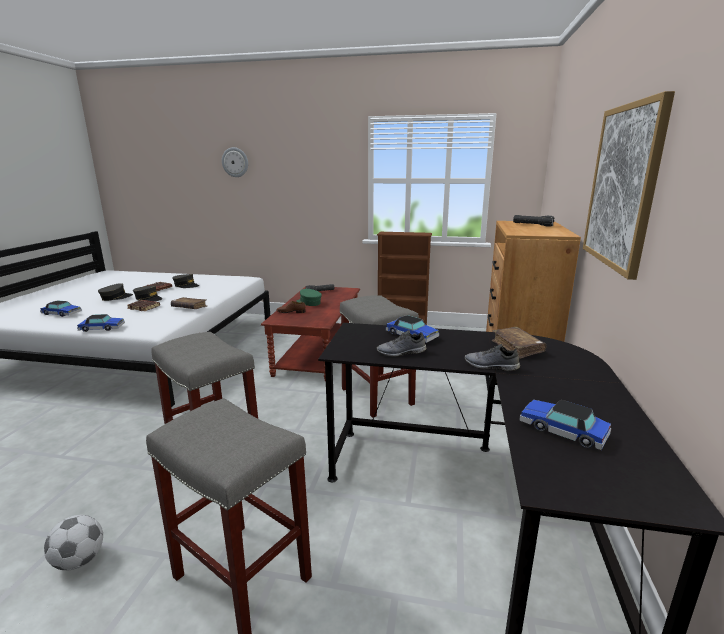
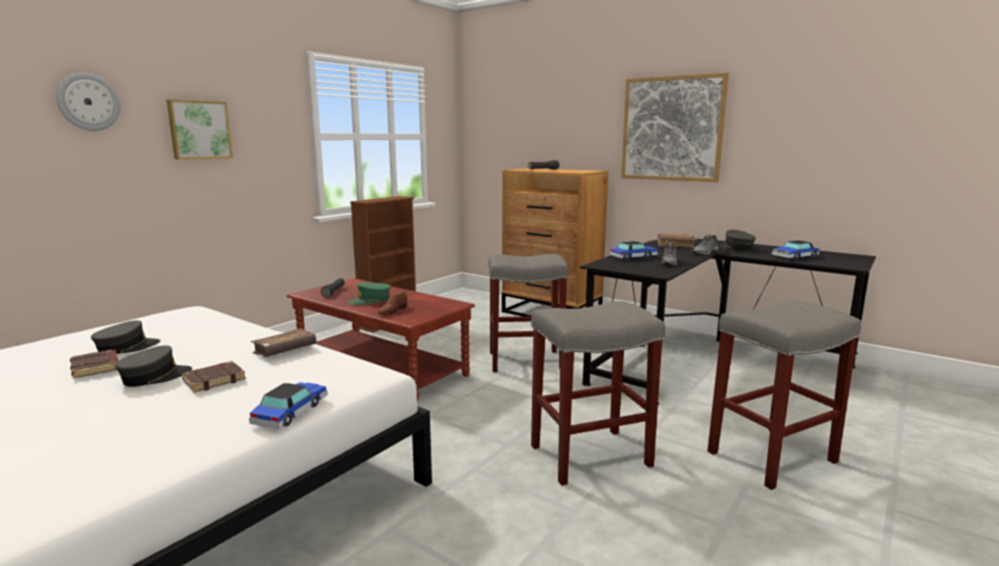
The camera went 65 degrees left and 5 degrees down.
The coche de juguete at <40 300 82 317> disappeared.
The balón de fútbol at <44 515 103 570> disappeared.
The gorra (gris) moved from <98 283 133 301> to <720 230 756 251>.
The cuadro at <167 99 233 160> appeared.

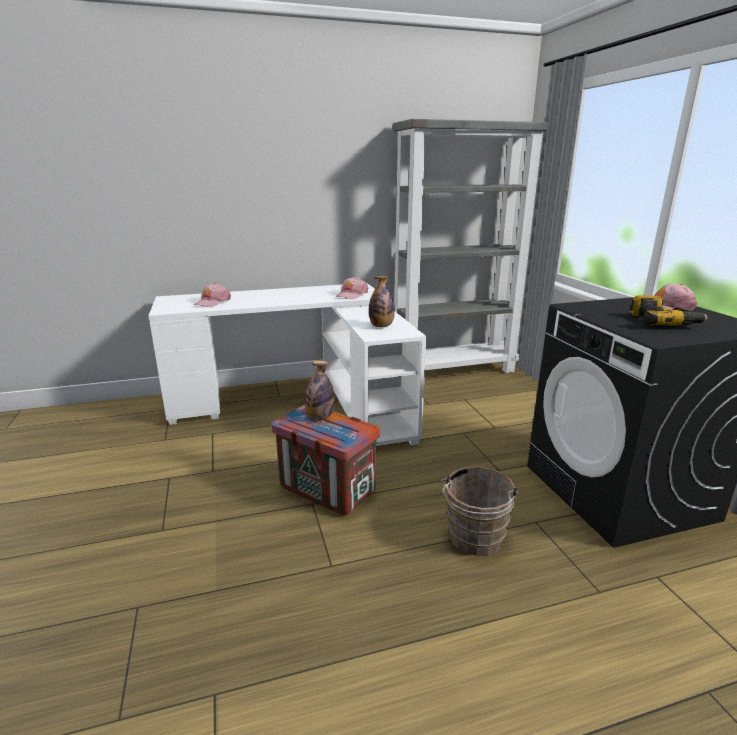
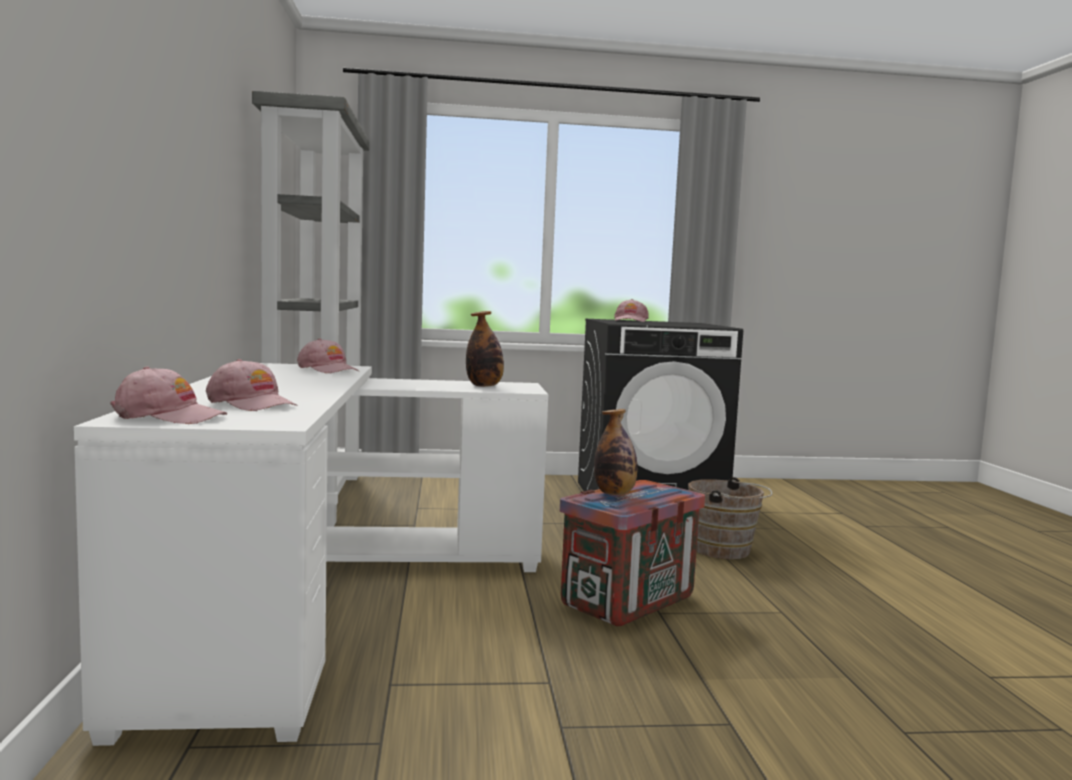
The camera went 80 degrees left and 15 degrees down.
The taladro at <630 296 708 326> disappeared.
The gorra (rosa) at <110 366 227 424> appeared.

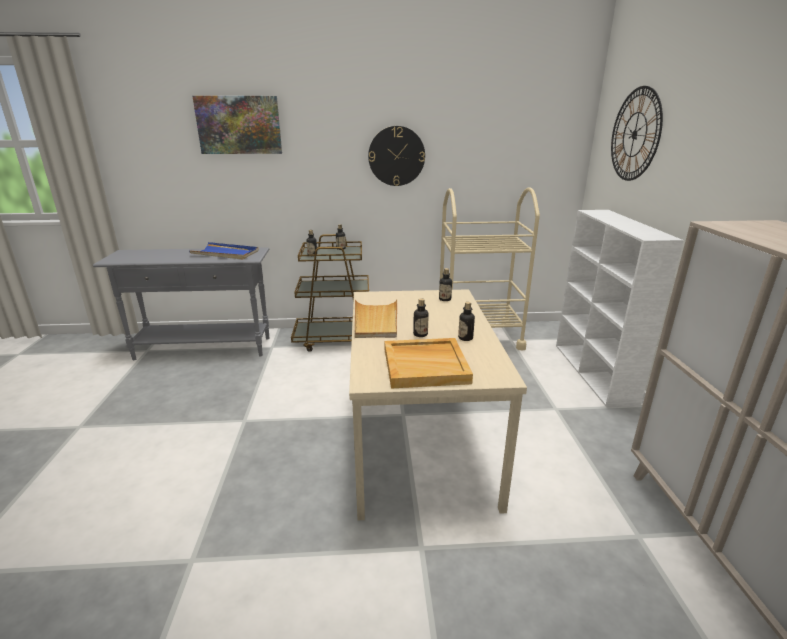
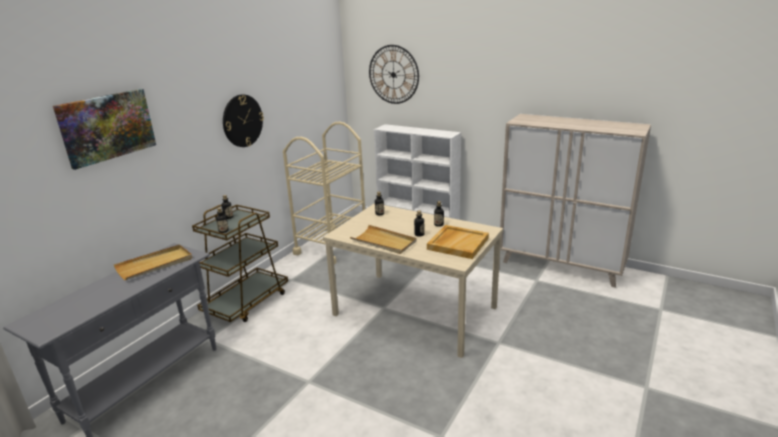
The camera went 55 degrees left and 0 degrees up.
The bandeja (azul) at <189 242 259 260> became the bandeja (beis) at <114 244 192 280>.

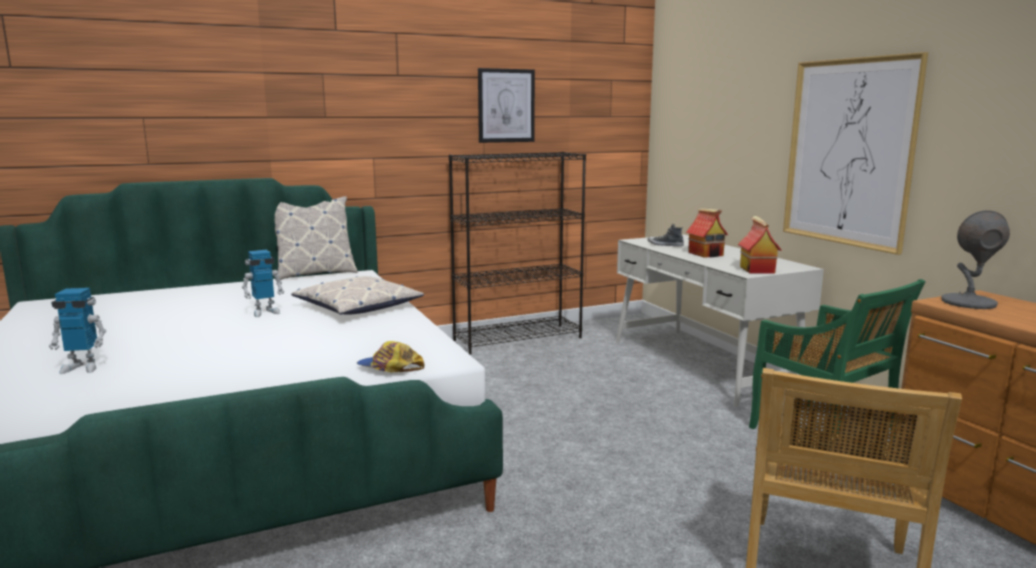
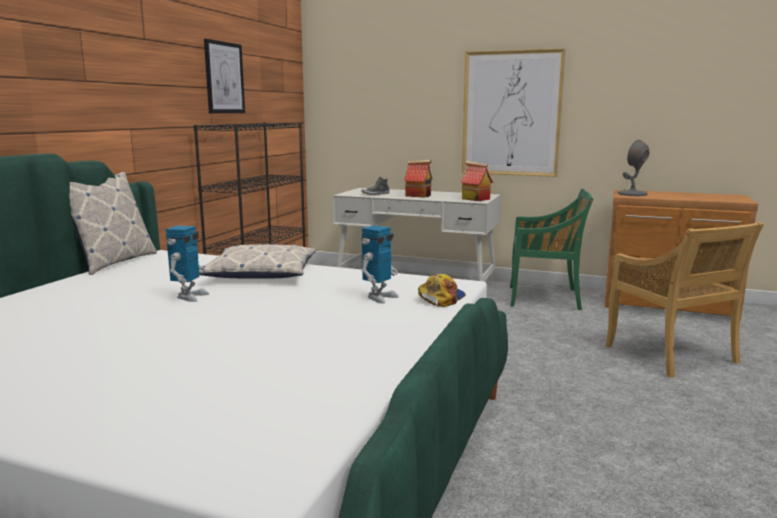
The camera went 45 degrees left and 0 degrees up.
The robot de juguete moved from <49 288 106 374> to <361 225 399 304>.
The gorra at <357 341 424 373> turned 135 degrees clockwise.

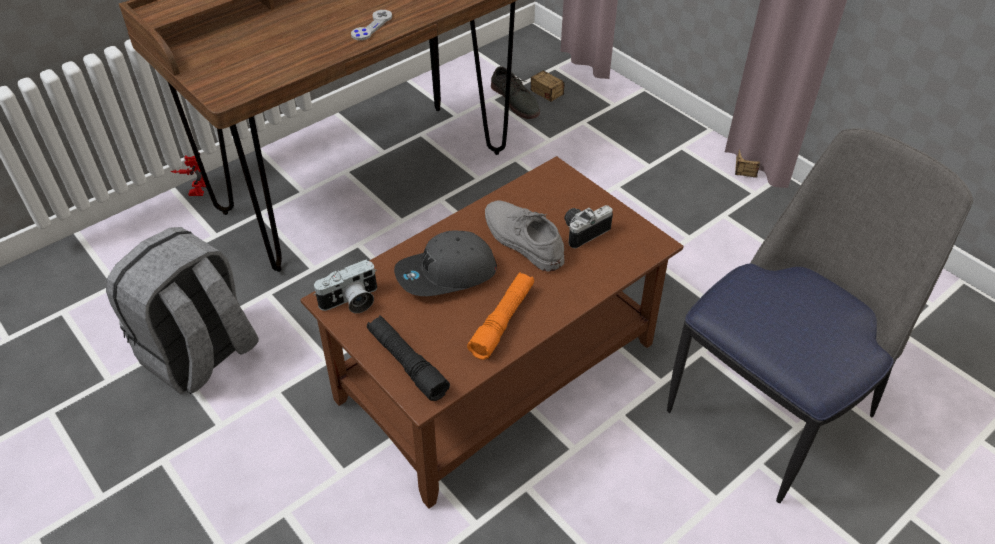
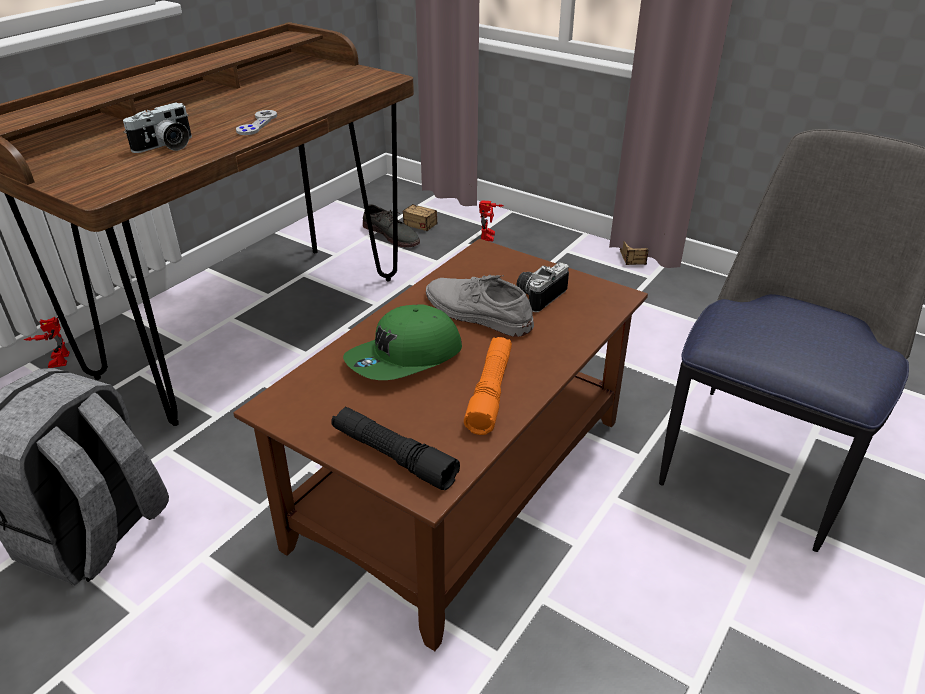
The camera went 15 degrees left and 10 degrees down.
The cámara moved from <314 260 377 313> to <123 102 192 153>.
The gorra (gris) at <394 231 497 296> became the gorra (verde) at <343 304 462 380>.
The robot de juguete at <479 200 504 241> appeared.

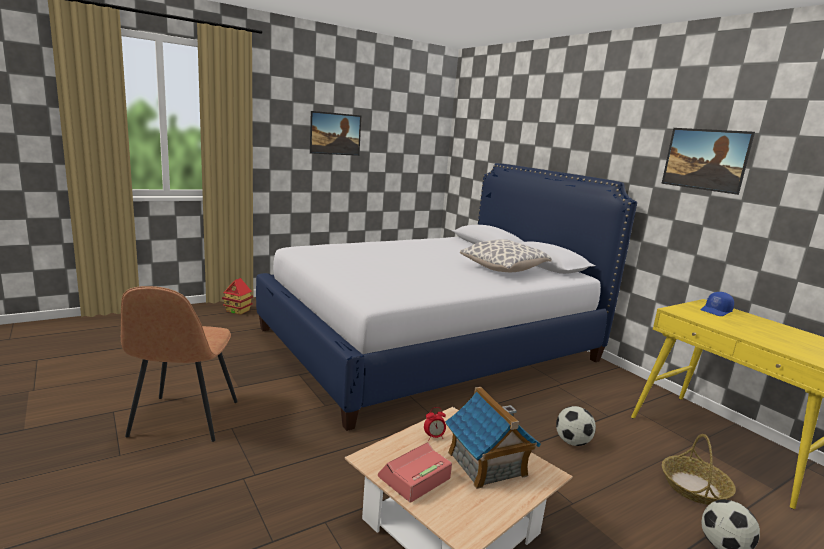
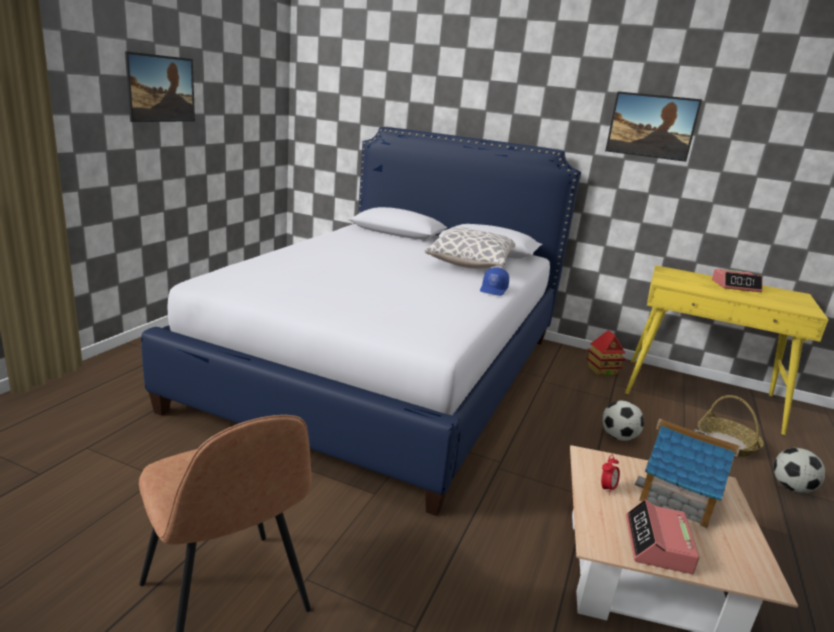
The camera went 35 degrees left and 5 degrees up.
The casita moved from <222 278 253 315> to <587 330 626 376>.
The gorra (azul) moved from <700 292 734 316> to <480 267 509 296>.
The despertador at <712 269 762 292> appeared.

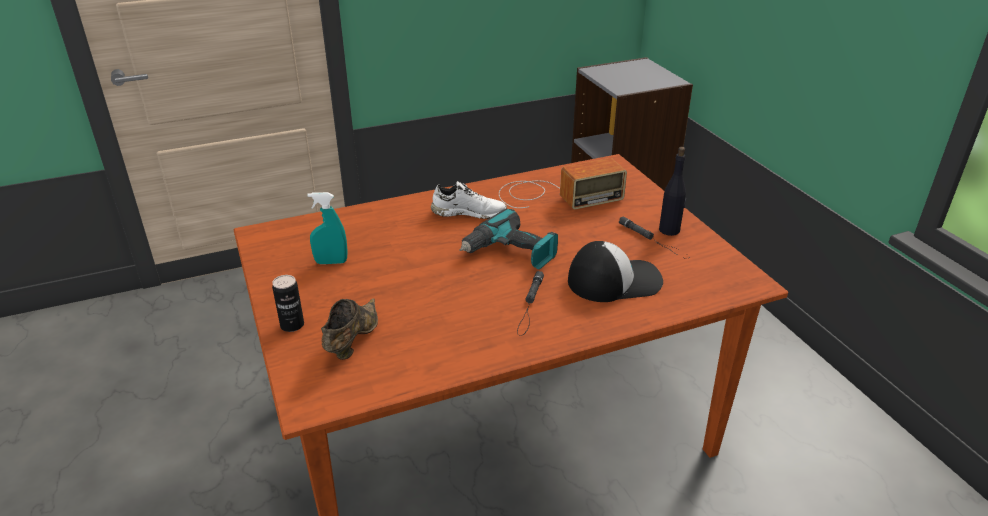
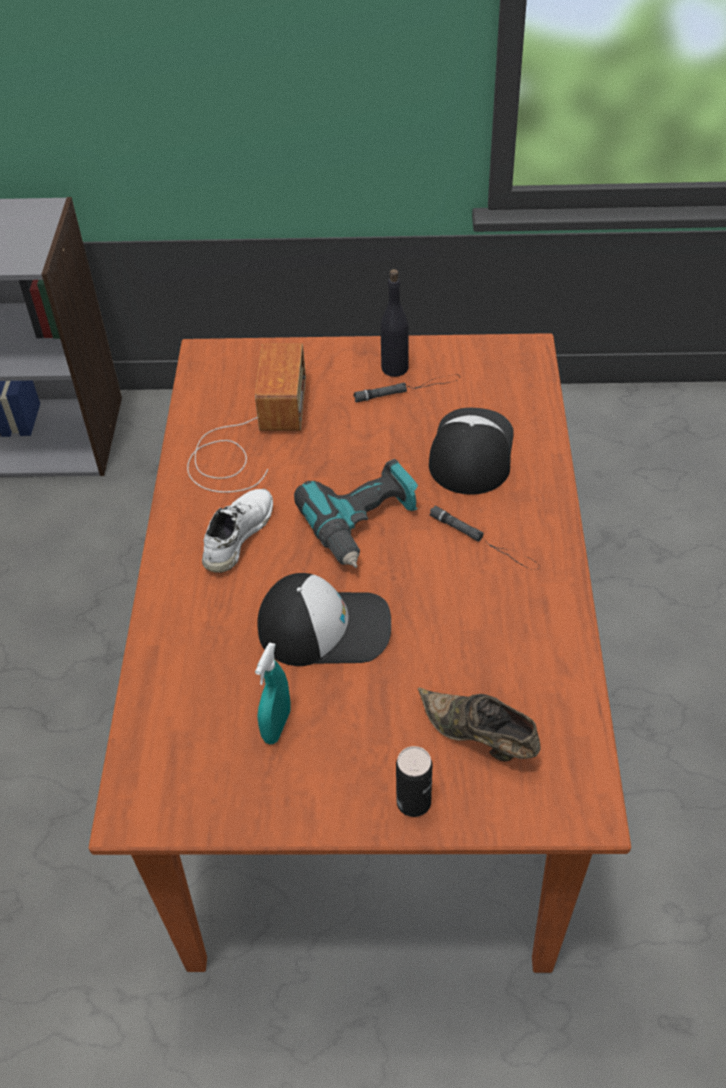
The camera went 65 degrees left and 15 degrees up.
The gorra at <257 573 391 666> appeared.

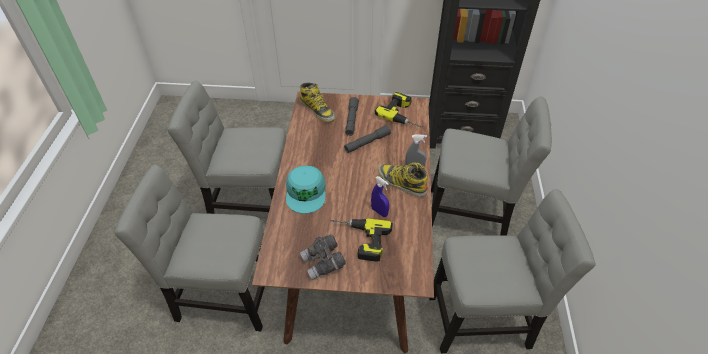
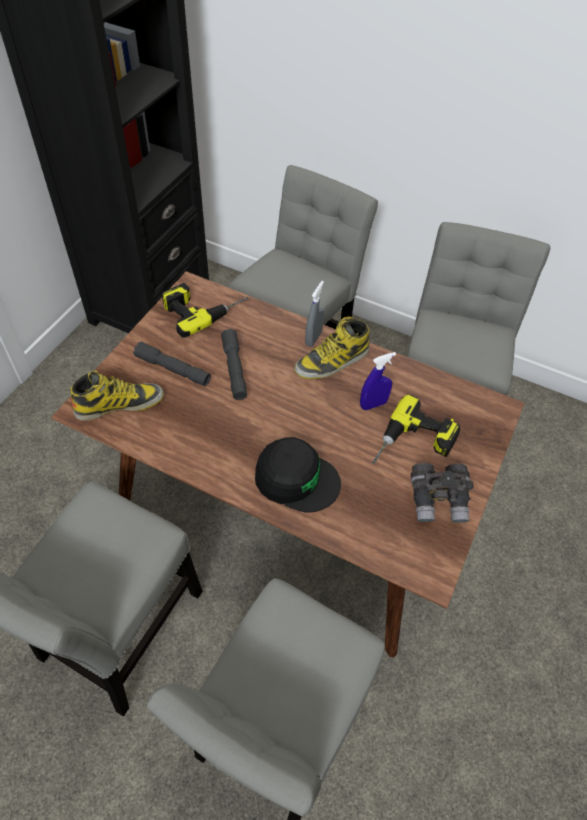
The camera went 70 degrees left and 5 degrees up.
The gorra (turquesa) at <286 166 325 214> became the gorra (negro) at <255 437 341 512>.

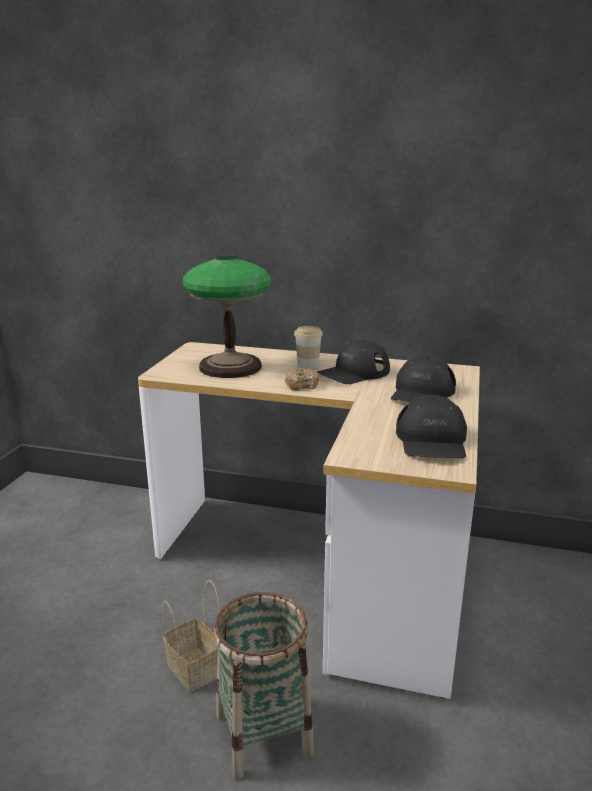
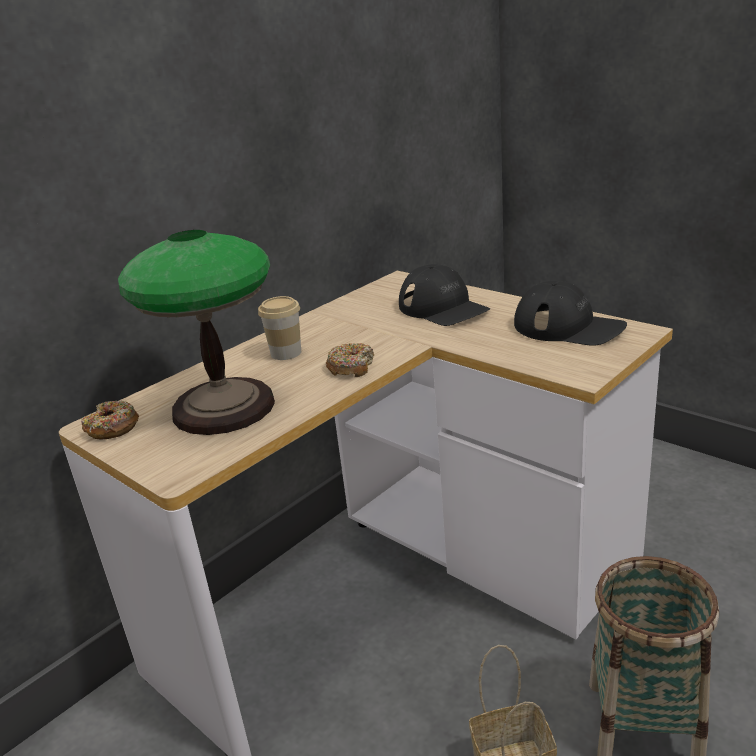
The camera went 60 degrees left and 5 degrees up.
The gorra (negro) at <317 339 390 384> disappeared.
The rosquilla at <81 401 139 439> appeared.

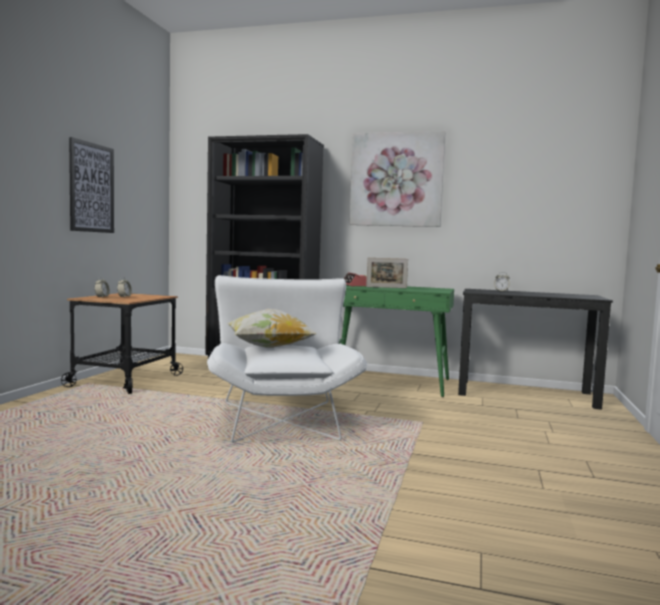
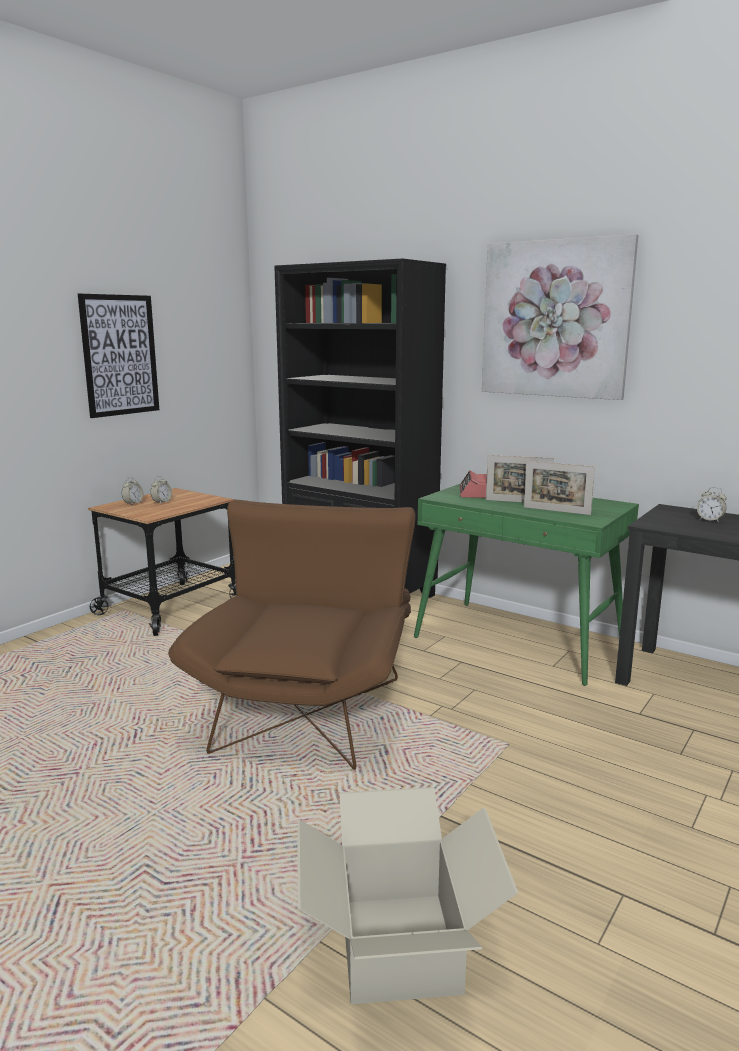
The camera went 20 degrees right and 10 degrees up.
The sillón (blanco) at <207 275 367 443> became the sillón (marrón) at <168 499 416 770>.
The cojín at <227 309 316 348> disappeared.
The caja de cartón at <297 787 518 1004> appeared.
The portarretratos at <524 460 595 515> appeared.

